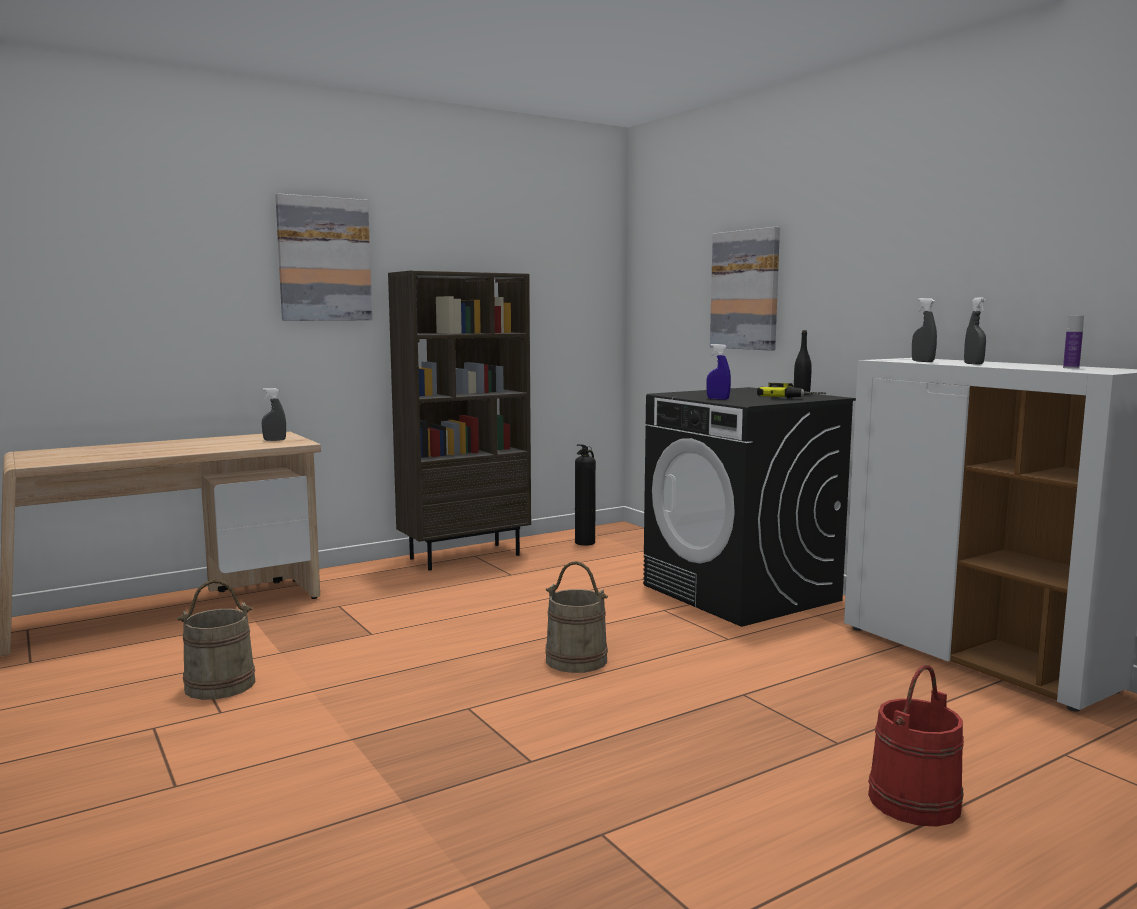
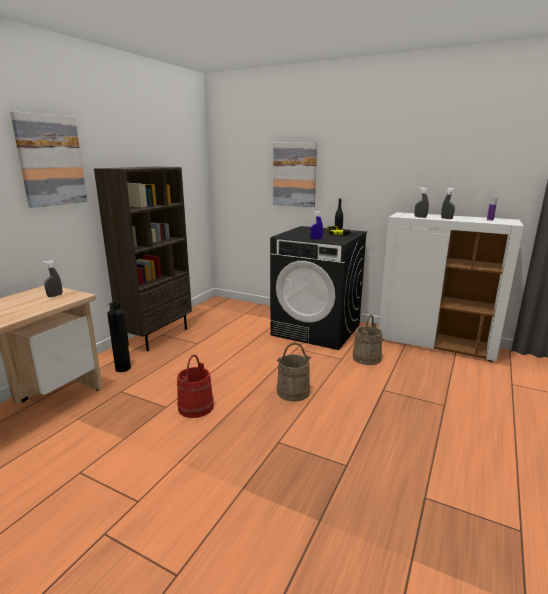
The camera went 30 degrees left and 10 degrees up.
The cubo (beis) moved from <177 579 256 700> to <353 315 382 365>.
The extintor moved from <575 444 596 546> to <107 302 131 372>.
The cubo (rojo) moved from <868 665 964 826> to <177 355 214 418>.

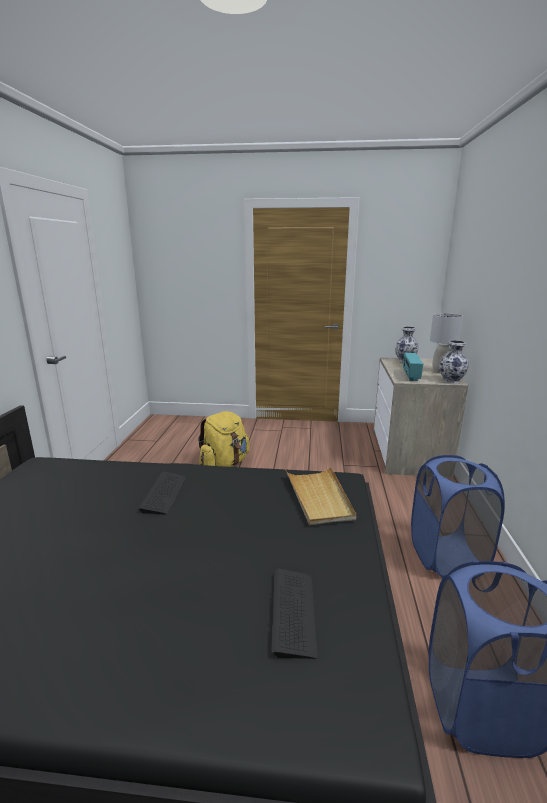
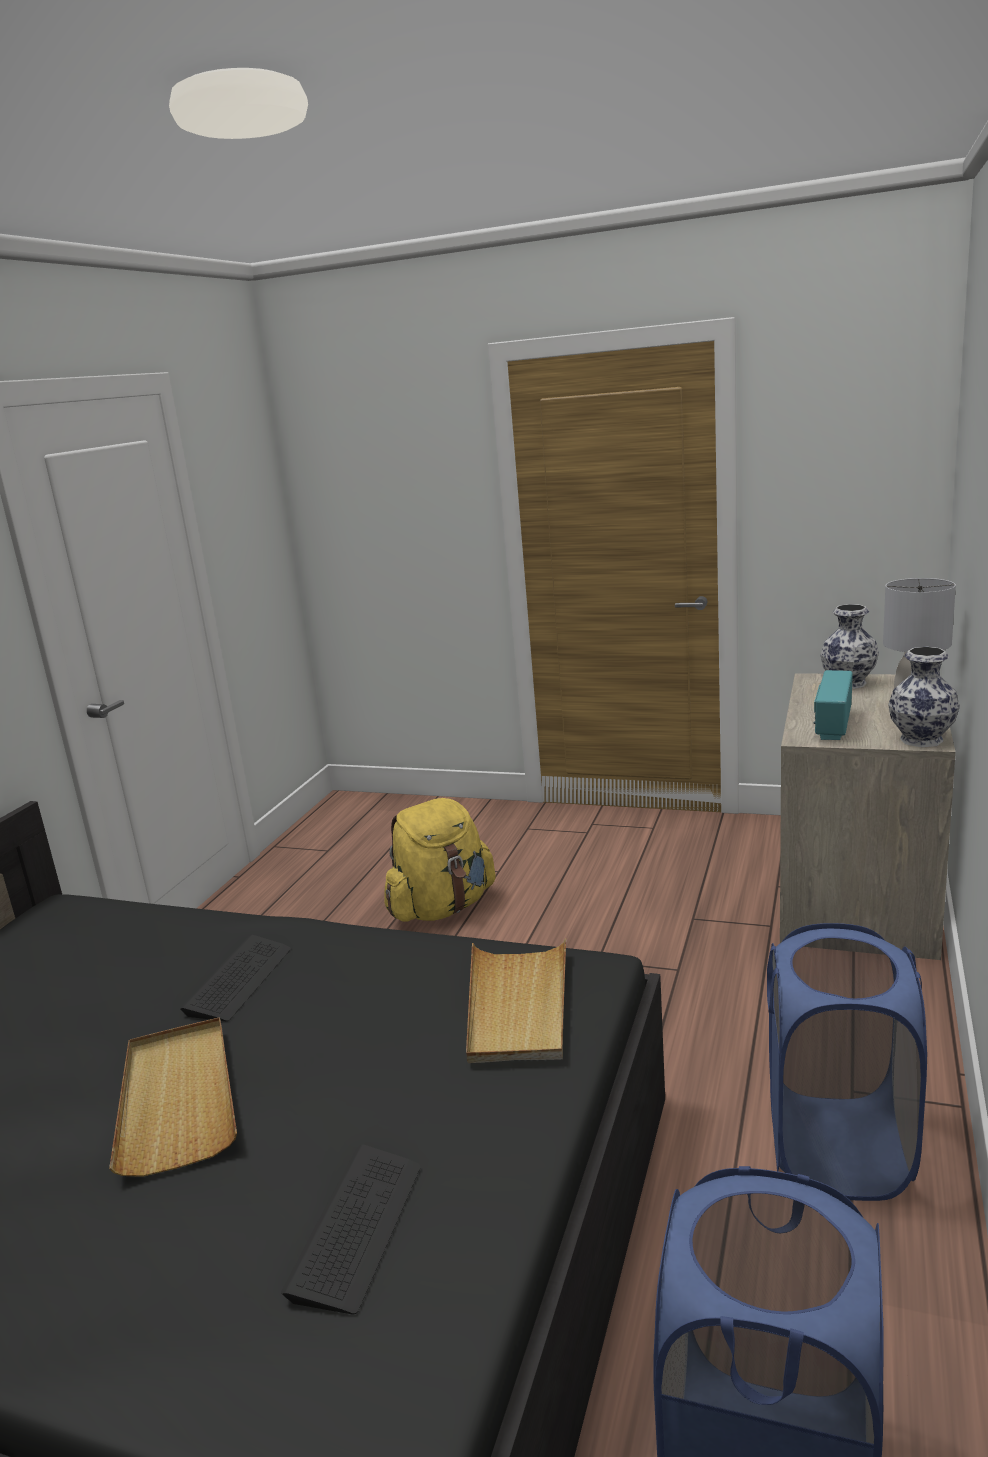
The camera went 15 degrees right and 0 degrees up.
The bandeja (beis) at <109 1017 237 1177> appeared.

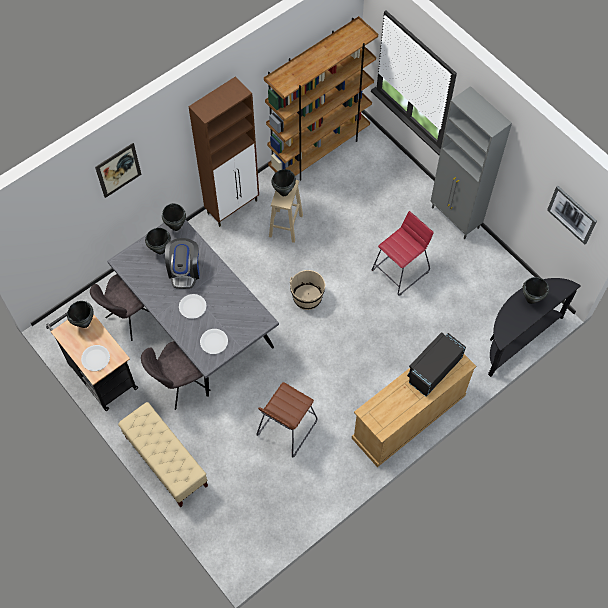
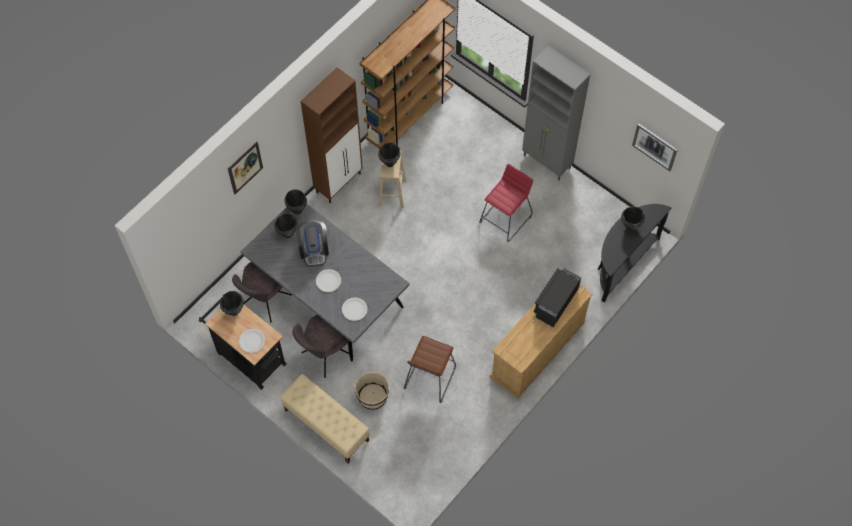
The camera went 10 degrees left and 0 degrees up.
The cubo (beis) moved from <290 270 326 310> to <354 372 389 410>.

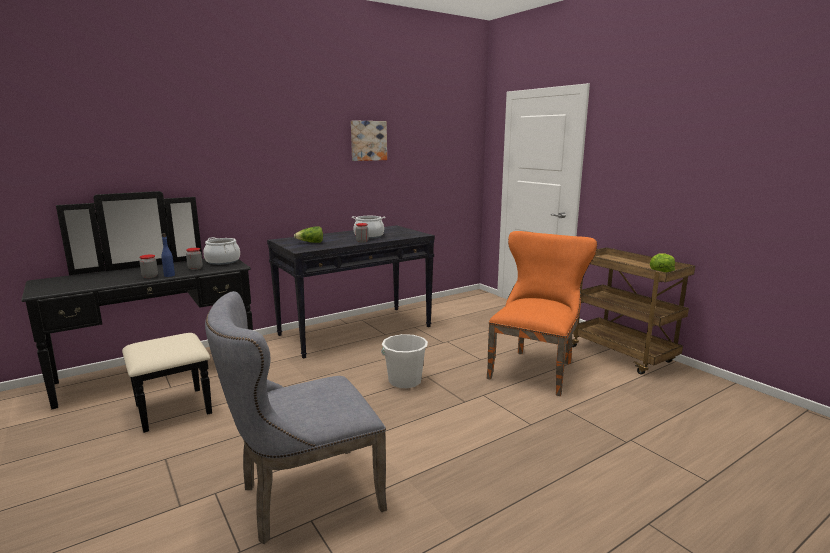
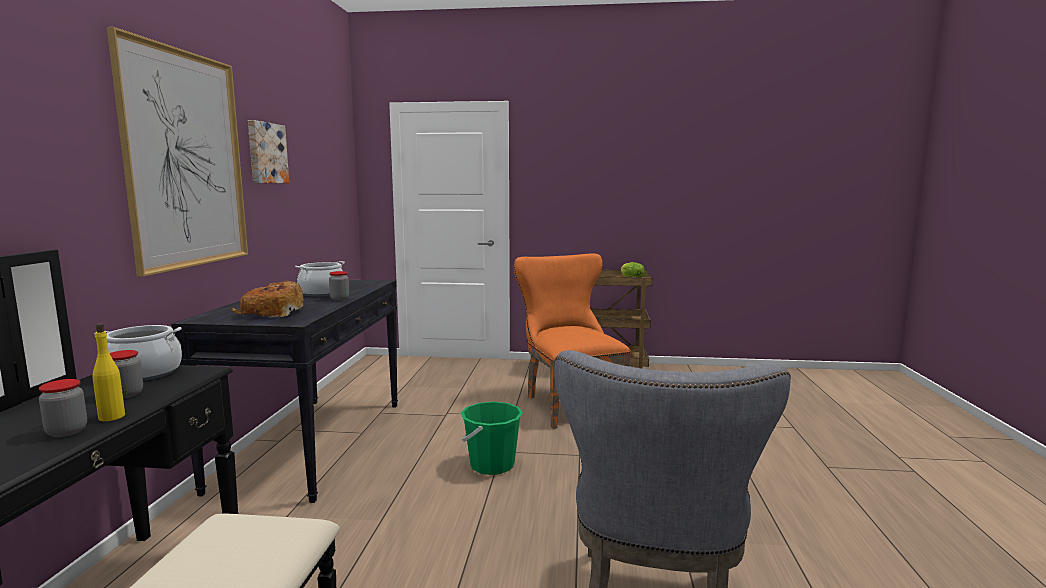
The camera went 50 degrees left and 5 degrees down.
The botella (azul) at <161 233 175 277> became the botella (amarillo) at <93 323 125 421>.
The lechuga at <294 226 323 243> was replaced by the pan at <232 281 304 317>.
The cubo (blanco) at <381 334 428 388> became the cubo (verde) at <461 402 523 475>.
The cuadro at <107 27 248 277> appeared.

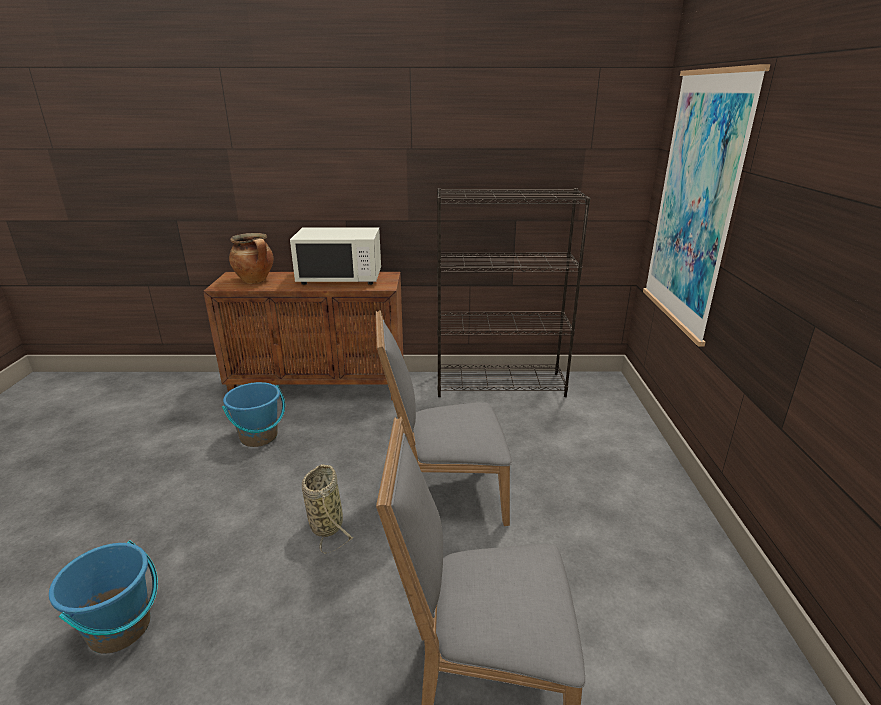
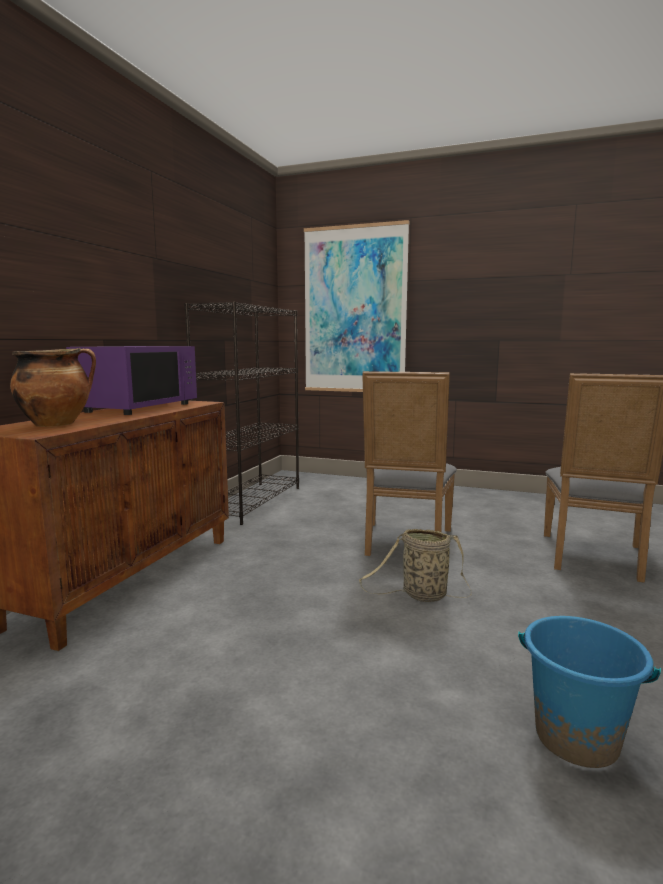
The camera went 70 degrees left and 15 degrees down.
The cubo (azul) at <222 382 285 447> disappeared.
The microondas (blanco) at <290 227 381 285> became the microondas (morado) at <66 346 197 415>.

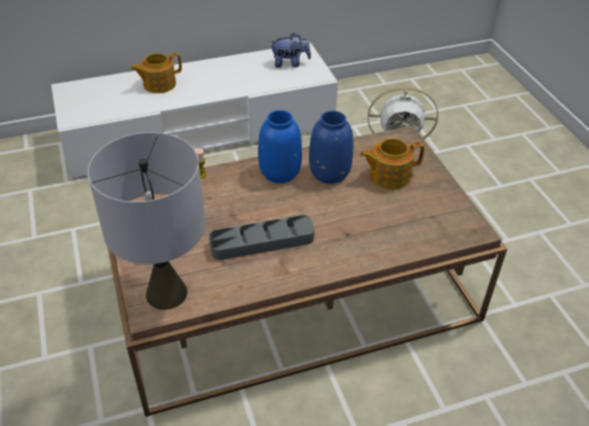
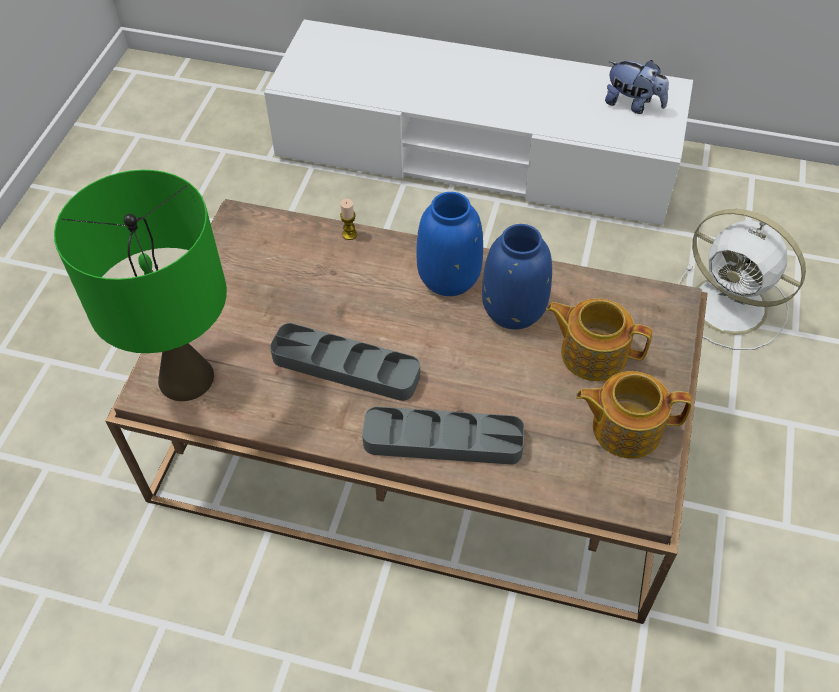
The camera went 35 degrees right and 10 degrees up.
The lámpara de mesa (gris) at <88 132 205 310> became the lámpara de mesa (verde) at <54 170 227 401>.
The tetera moved from <130 53 182 93> to <576 371 692 458>.
The bandeja (gris) at <362 407 524 465> appeared.

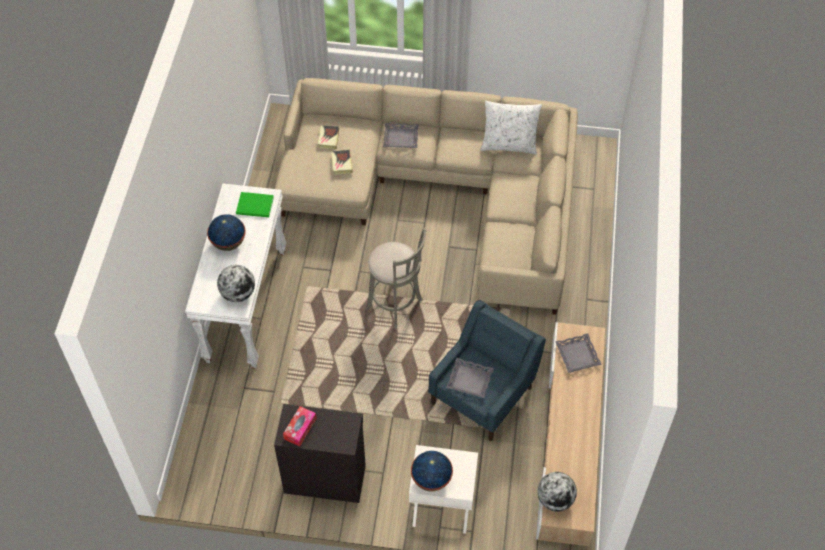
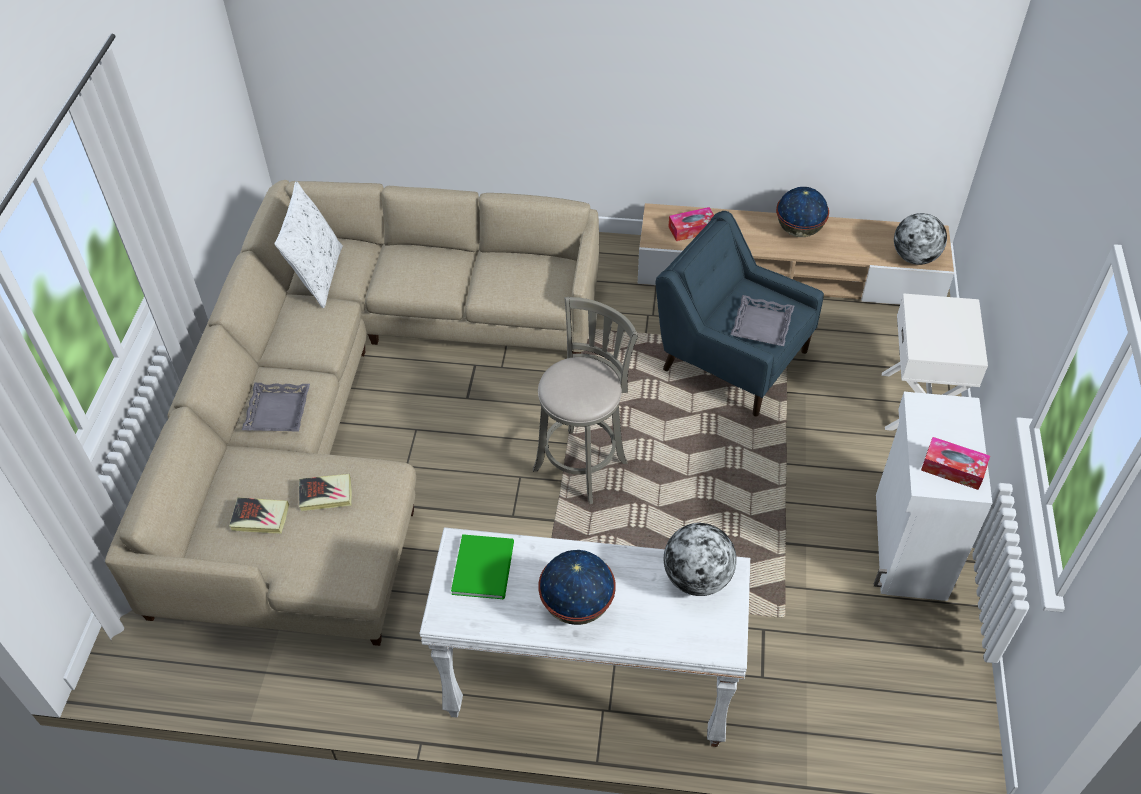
The camera went 90 degrees left and 5 degrees down.
The armario (negro) at <274 404 366 503> became the armario (blanco) at <874 392 992 601>.
The globo terráqueo moved from <411 451 453 492> to <776 187 829 237>.
The bandeja (gris) at <555 333 602 373> was replaced by the caja de pañuelos at <668 207 714 241>.

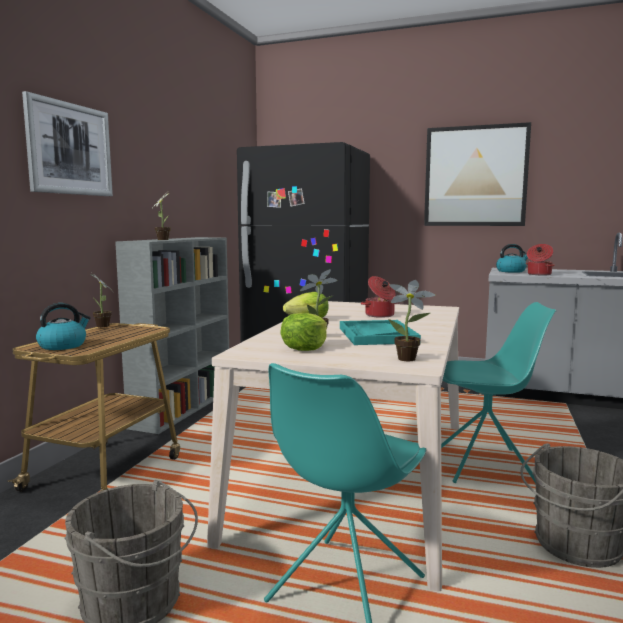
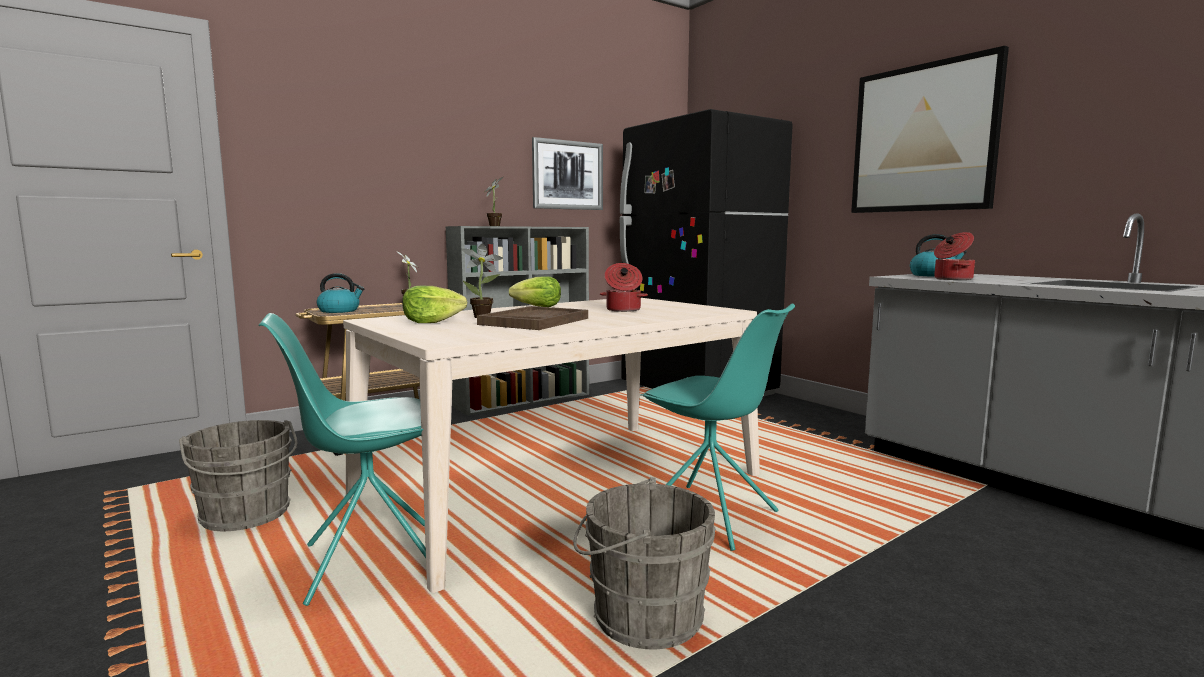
The camera went 35 degrees right and 0 degrees up.
The cuadro moved from <22 91 113 196> to <532 137 603 210>.
The bandeja (turquesa) at <340 320 421 345> became the bandeja (marrón) at <477 306 588 330>.
The planta en maceta at <388 280 435 361> disappeared.

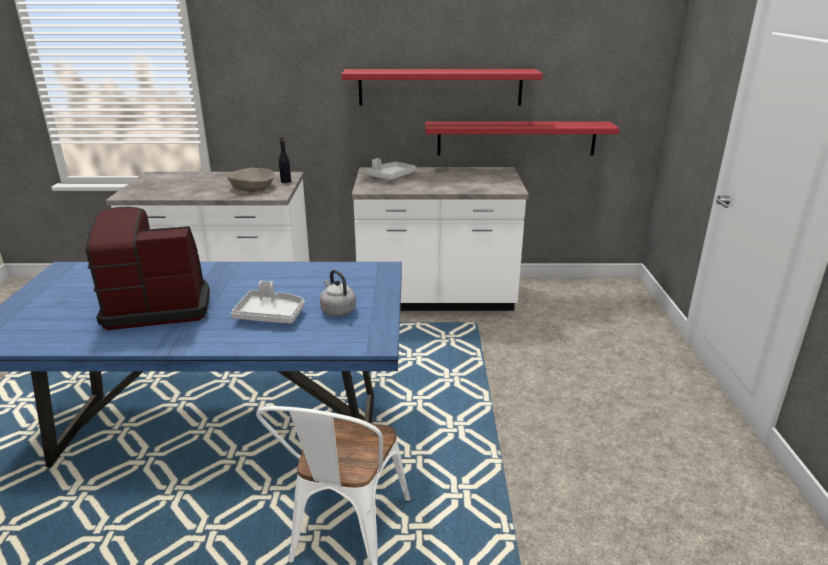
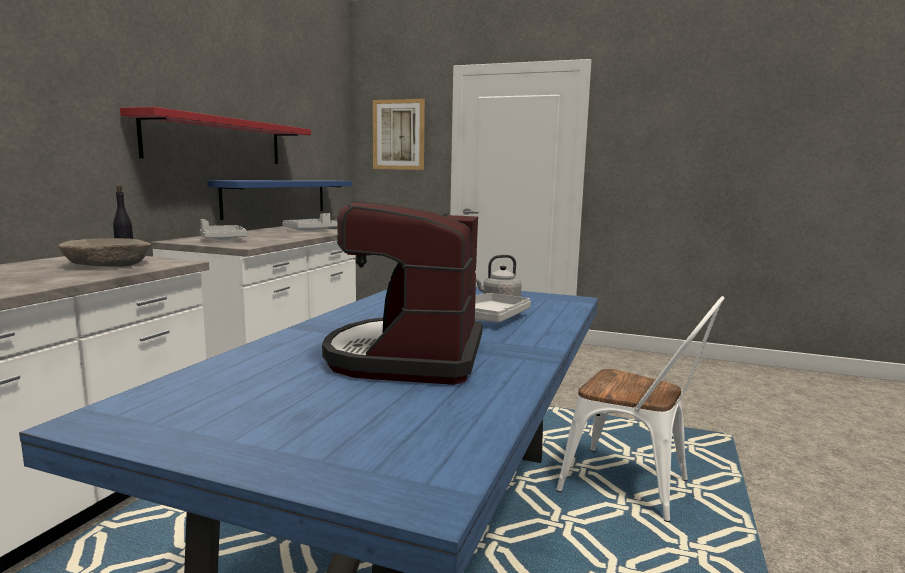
The camera went 70 degrees left and 15 degrees down.
The estante (rojo) at <425 121 620 155> became the estante (azul) at <207 180 352 220>.
The bandeja (gris) at <282 213 337 231> appeared.
The cuadro at <373 99 425 170> appeared.

